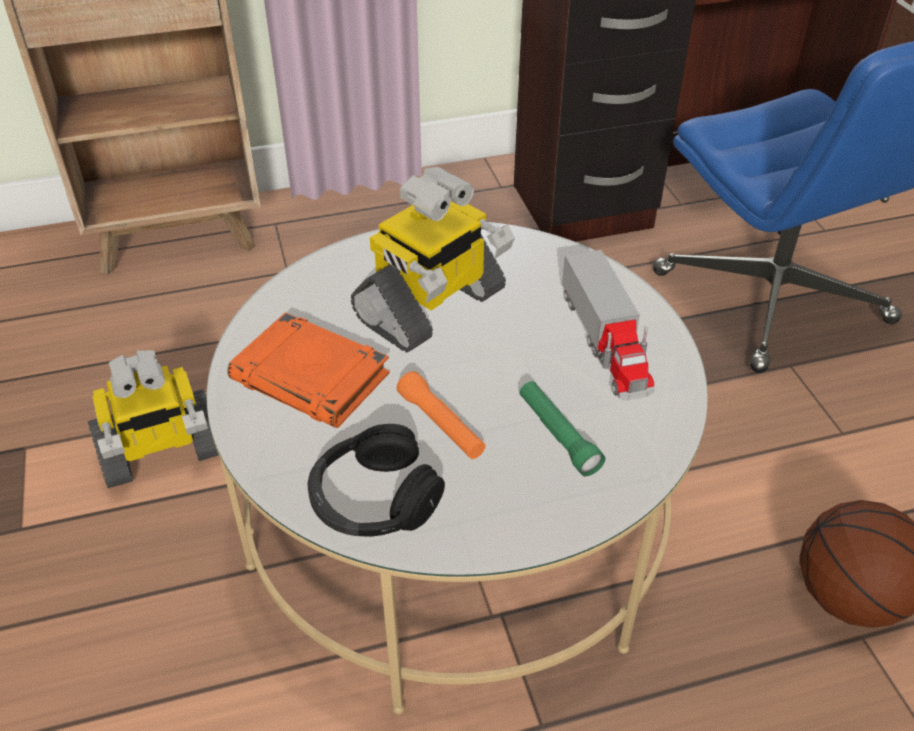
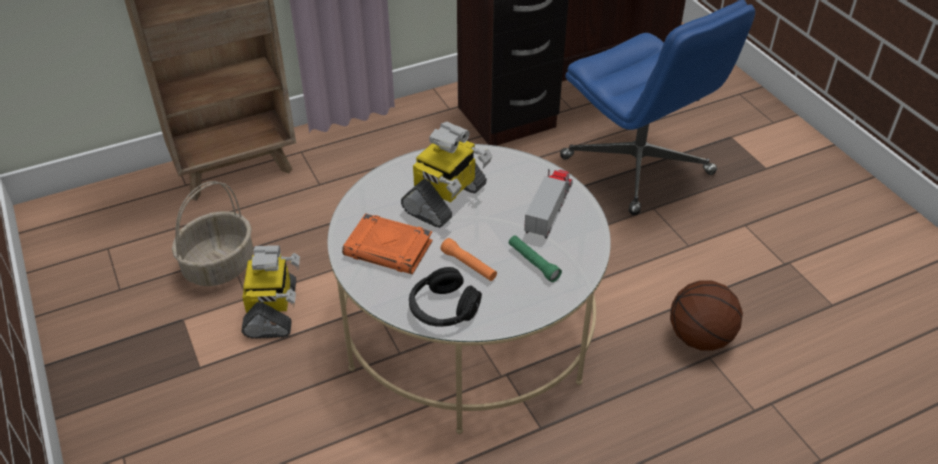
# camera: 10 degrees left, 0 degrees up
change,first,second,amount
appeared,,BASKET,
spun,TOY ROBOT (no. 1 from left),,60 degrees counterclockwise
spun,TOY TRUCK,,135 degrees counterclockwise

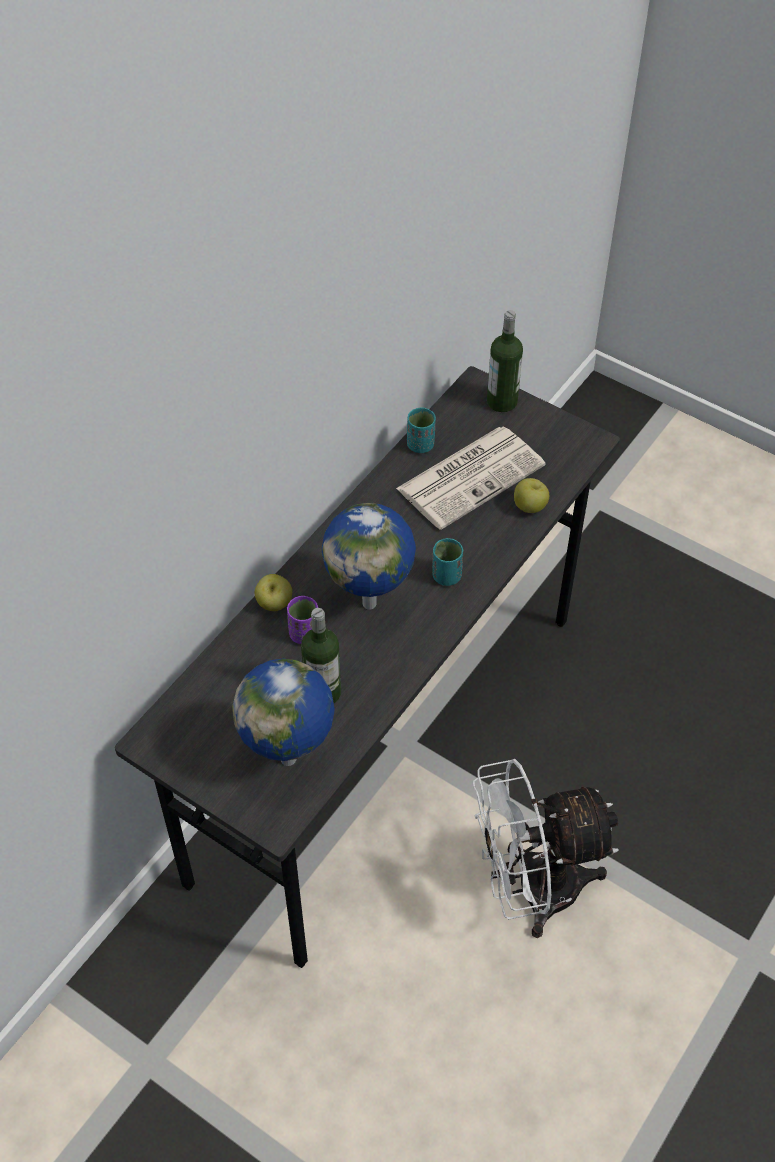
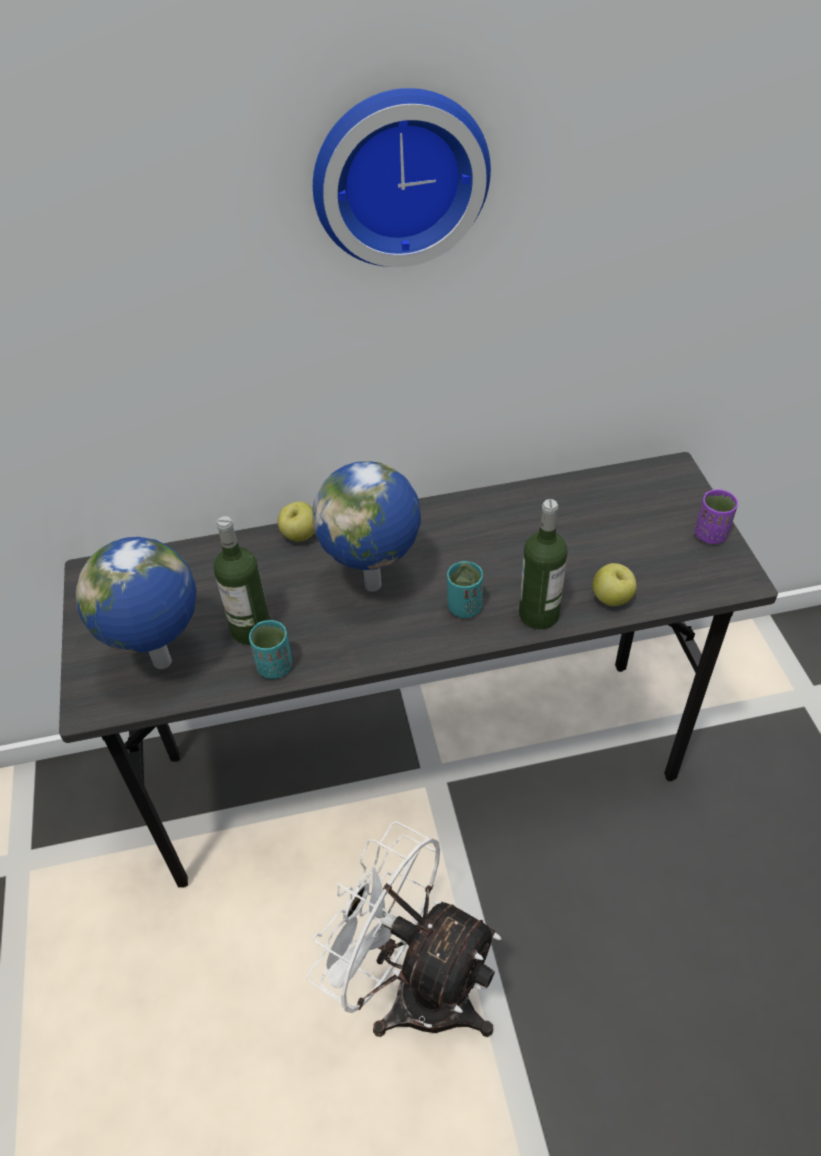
# camera: 45 degrees right, 5 degrees down
change,first,second,amount
relocated,TURQUOISE CUP (no. 1 from left),,
appeared,,WALL CLOCK,
relocated,BOTTLE (no. 2 from left),,
relocated,PURPLE CUP,,
missing,NEWSPAPER,,

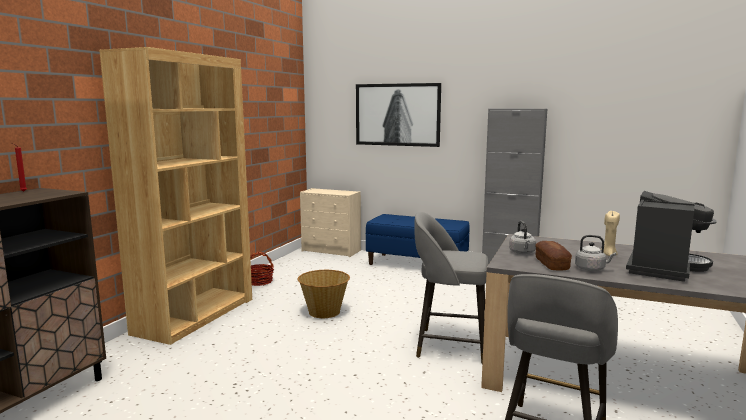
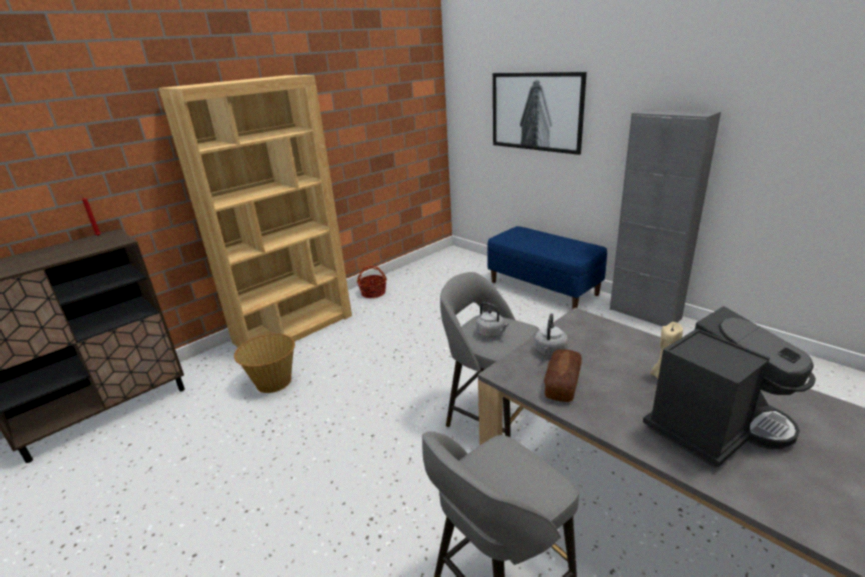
# camera: 25 degrees right, 15 degrees up
change,first,second,amount
relocated,BASKET (no. 2 from left in the first image),BASKET (no. 1 from left),
relocated,GREY KETTLE (no. 2 from left in the first image),GREY KETTLE (no. 1 from left),
missing,BEIGE DRESSER,,

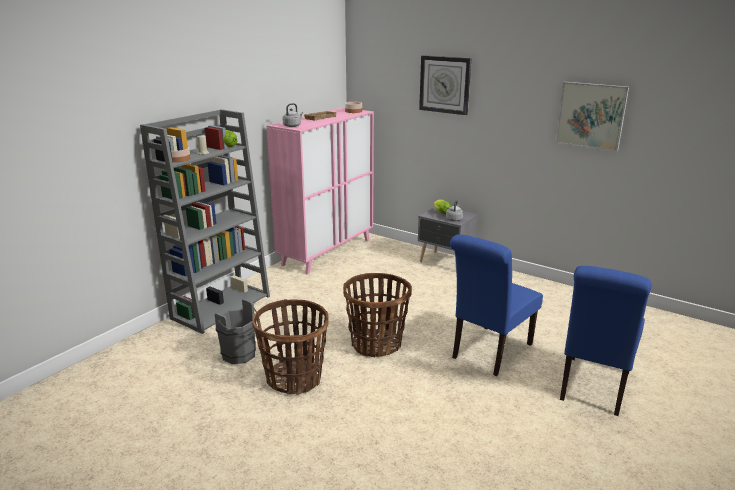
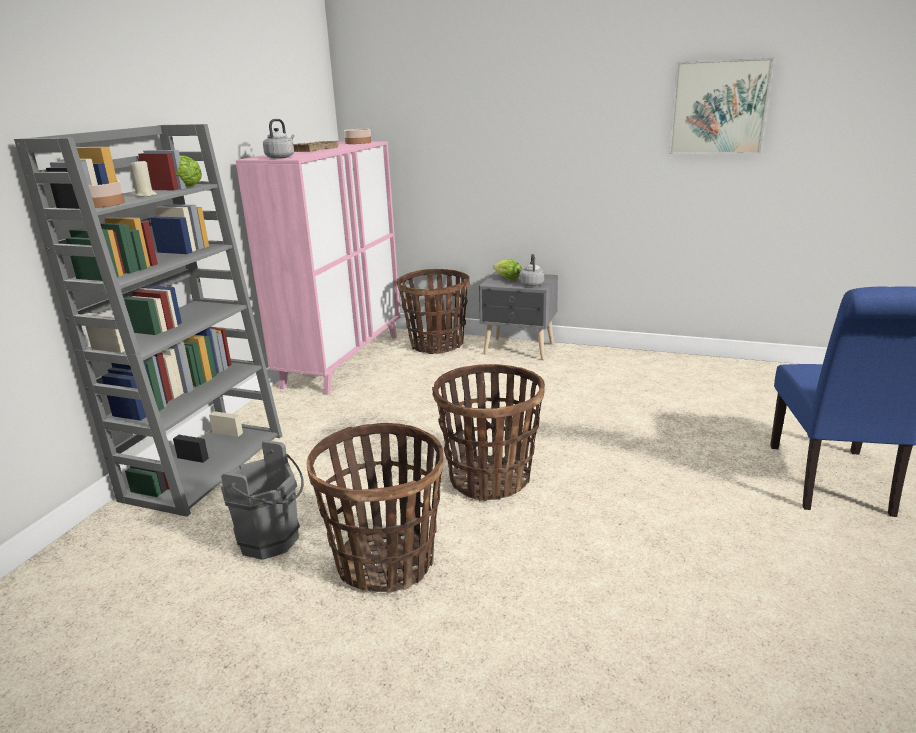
# camera: 15 degrees left, 0 degrees up
change,first,second,amount
appeared,,BASKET (no. 2 from left),
missing,WALL CLOCK,,
missing,BLUE CHAIR (no. 1 from left),,

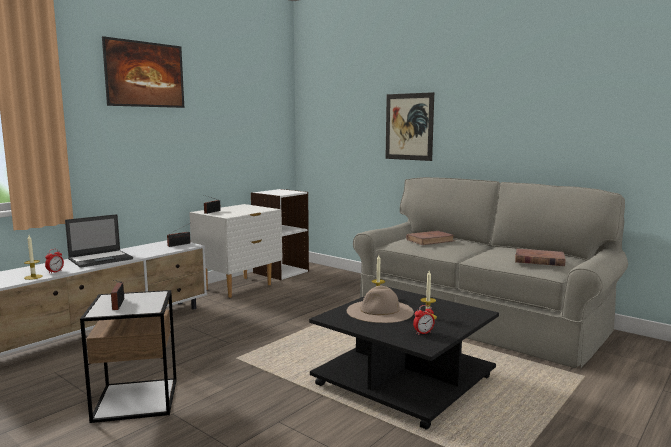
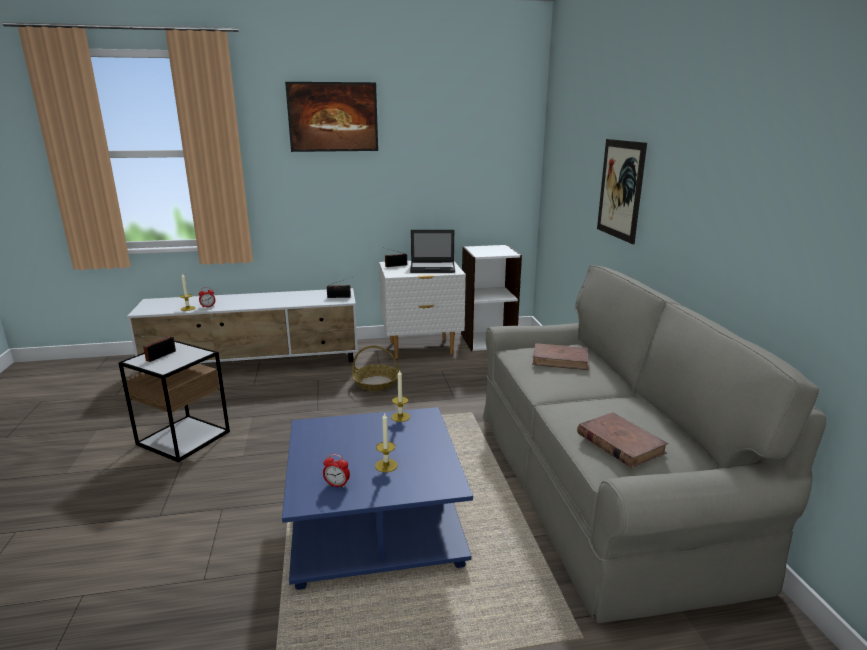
# camera: 40 degrees right, 10 degrees up
change,first,second,amount
colour,BLACK COFFEE TABLE,BLUE COFFEE TABLE,
appeared,,BASKET,
relocated,LAPTOP,,
missing,BEIGE HAT,,

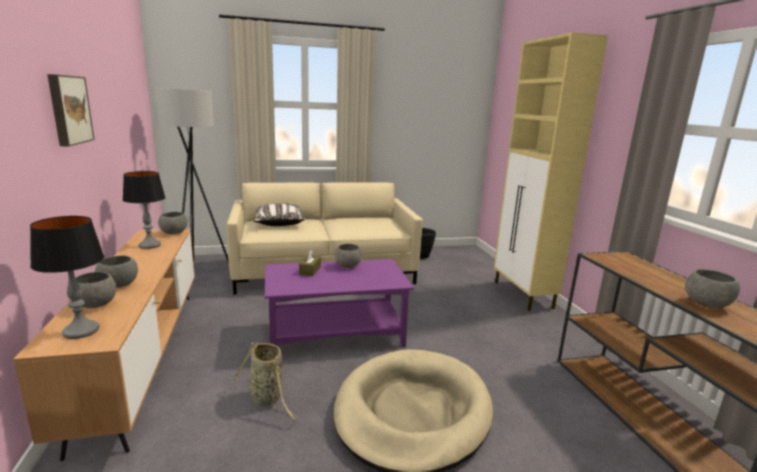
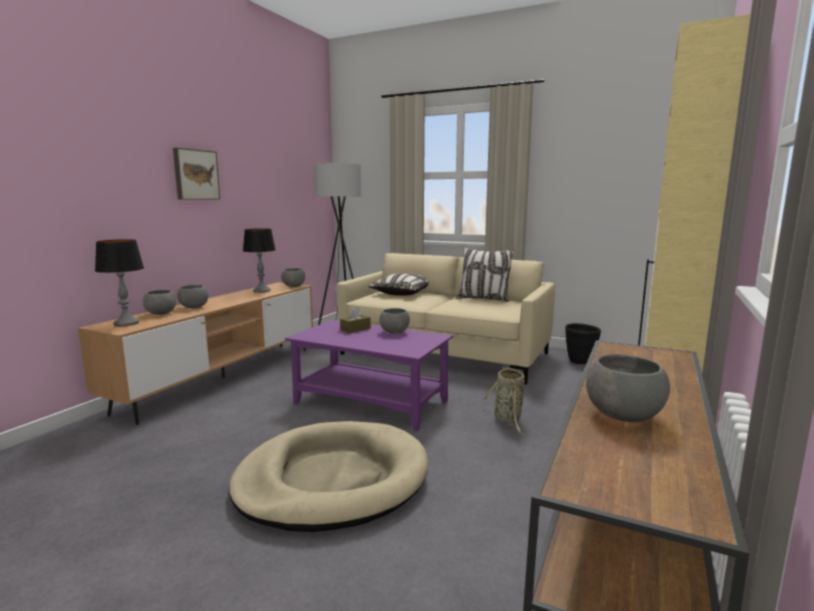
# camera: 40 degrees right, 5 degrees down
change,first,second,amount
appeared,,PILLOW (no. 2 from left),
relocated,BASKET,,

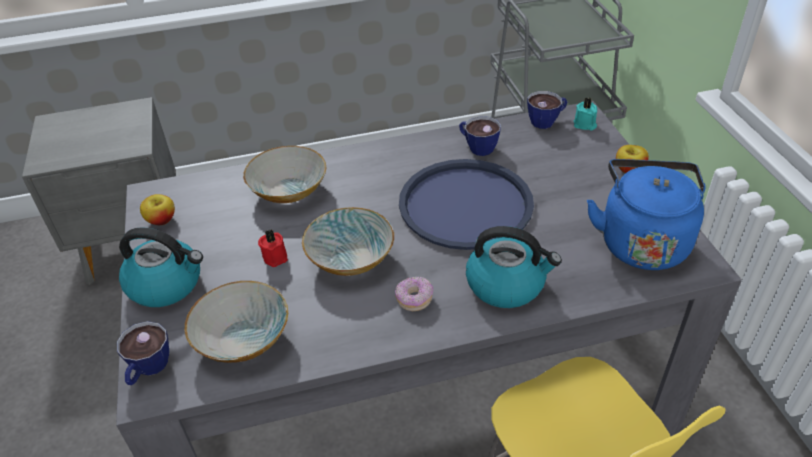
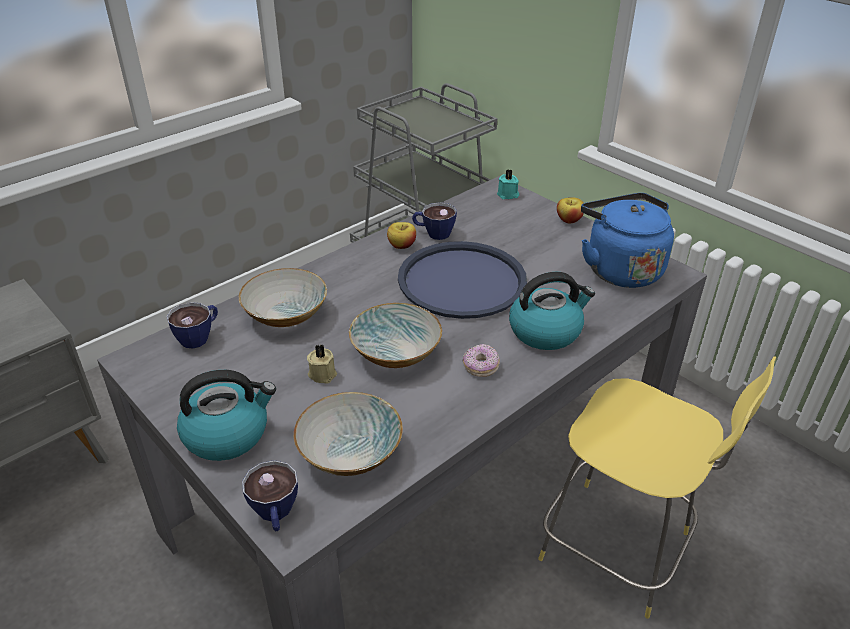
# camera: 30 degrees left, 5 degrees down
change,first,second,amount
relocated,CUP (no. 3 from left in the first image),CUP (no. 1 from left),
colour,RED CANDLE,BEIGE CANDLE,
relocated,APPLE (no. 1 from left),,

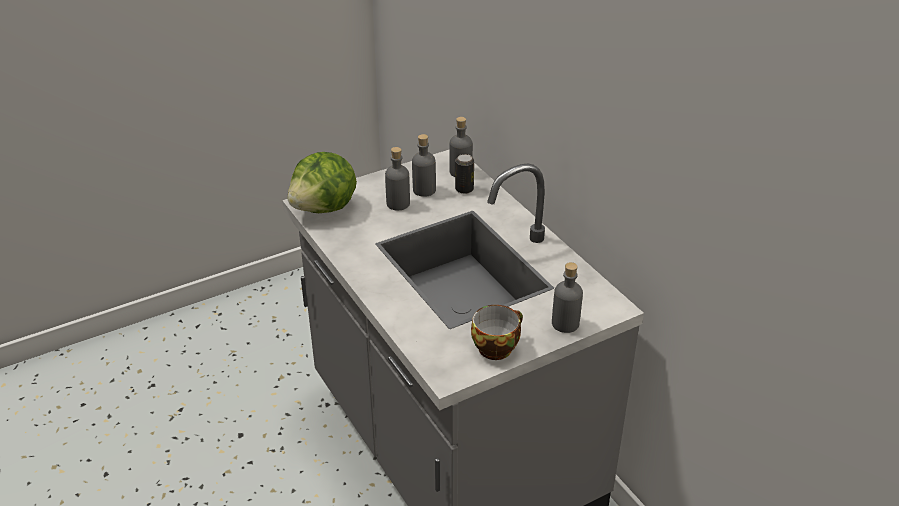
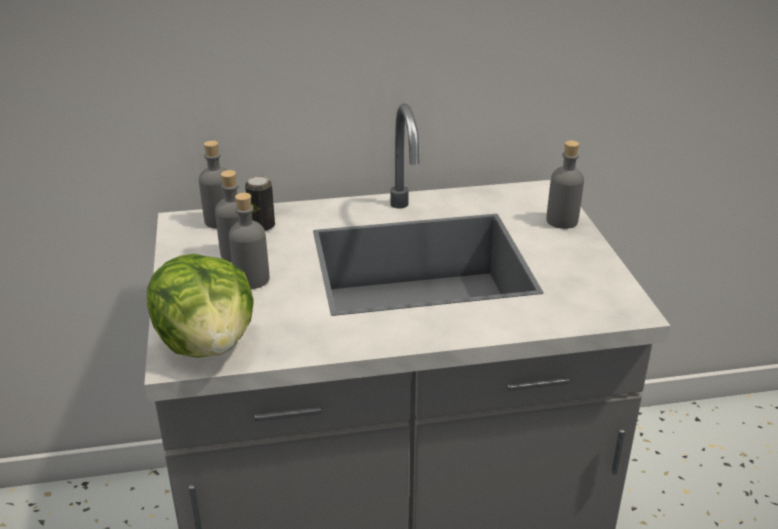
# camera: 70 degrees left, 5 degrees down
change,first,second,amount
missing,CUP,,

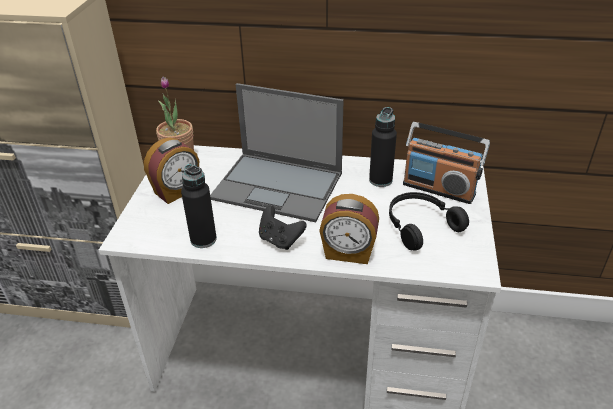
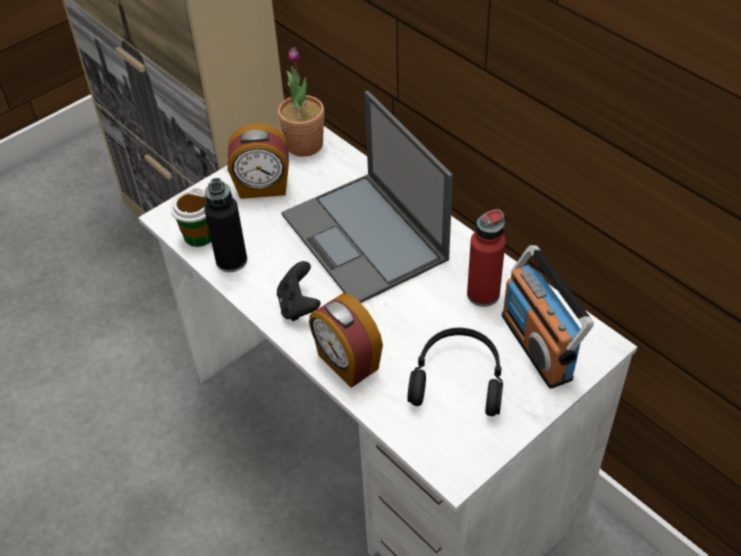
# camera: 40 degrees right, 10 degrees up
change,first,second,amount
appeared,,CUP,
colour,BLACK BOTTLE (no. 2 from left),RED BOTTLE,

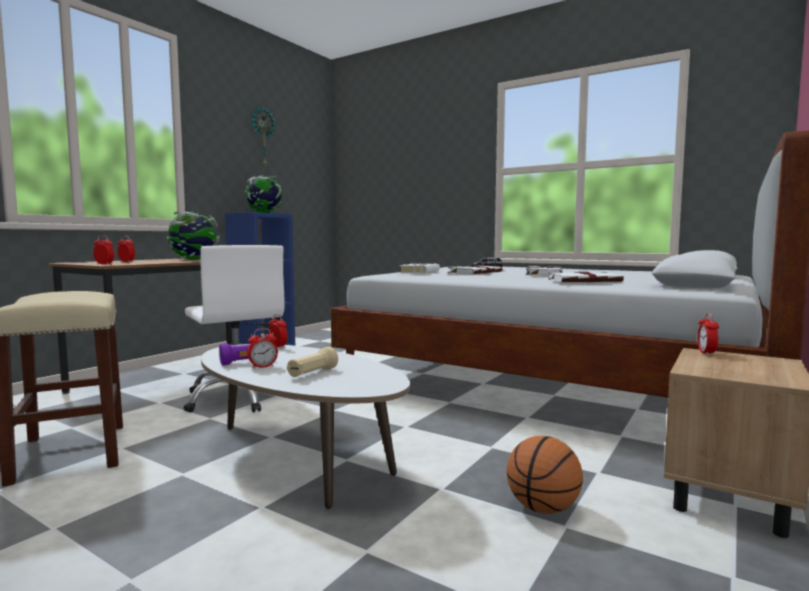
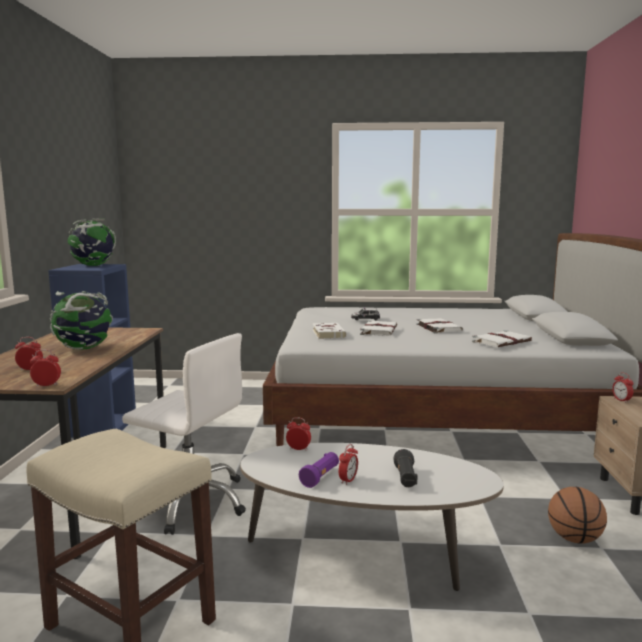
# camera: 30 degrees left, 5 degrees up
change,first,second,amount
colour,BEIGE FLASHLIGHT,BLACK FLASHLIGHT,
missing,WALL CLOCK,,

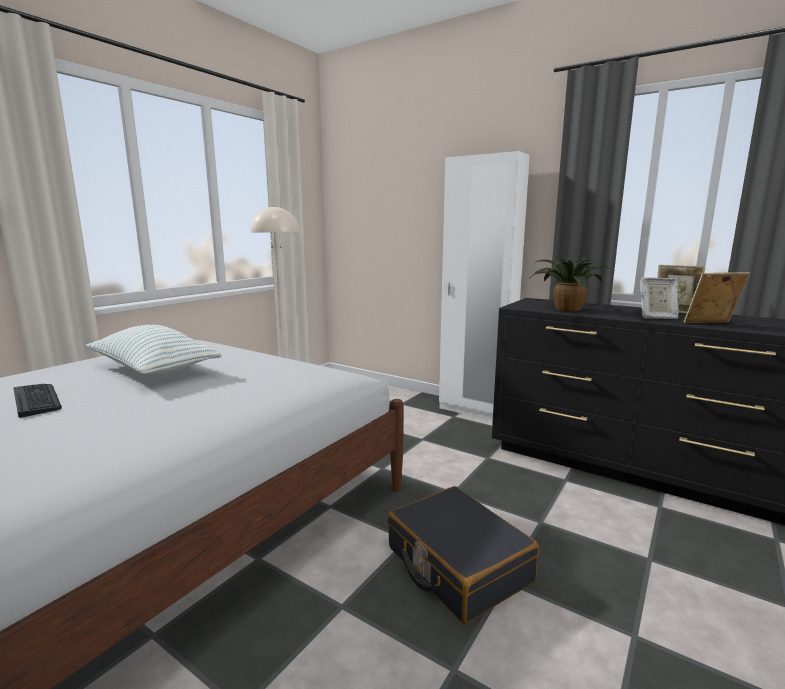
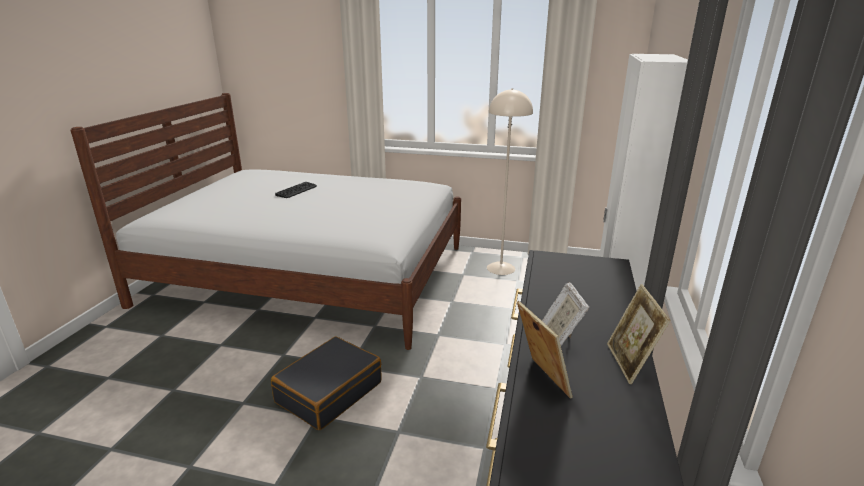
# camera: 70 degrees right, 10 degrees up
change,first,second,amount
missing,PILLOW,,
missing,POTTED PLANT,,

